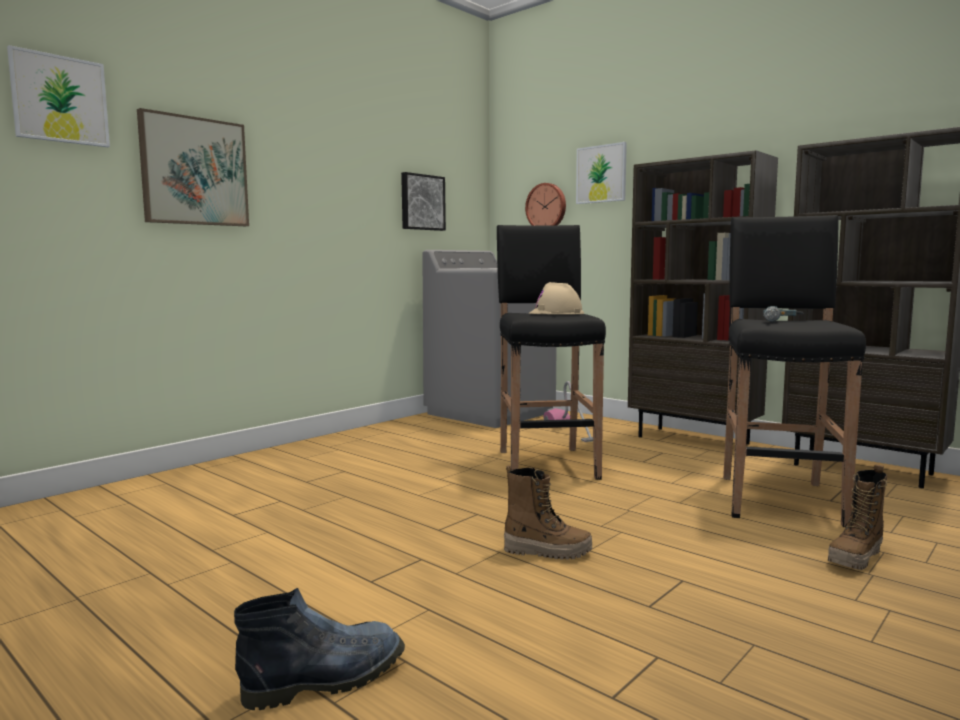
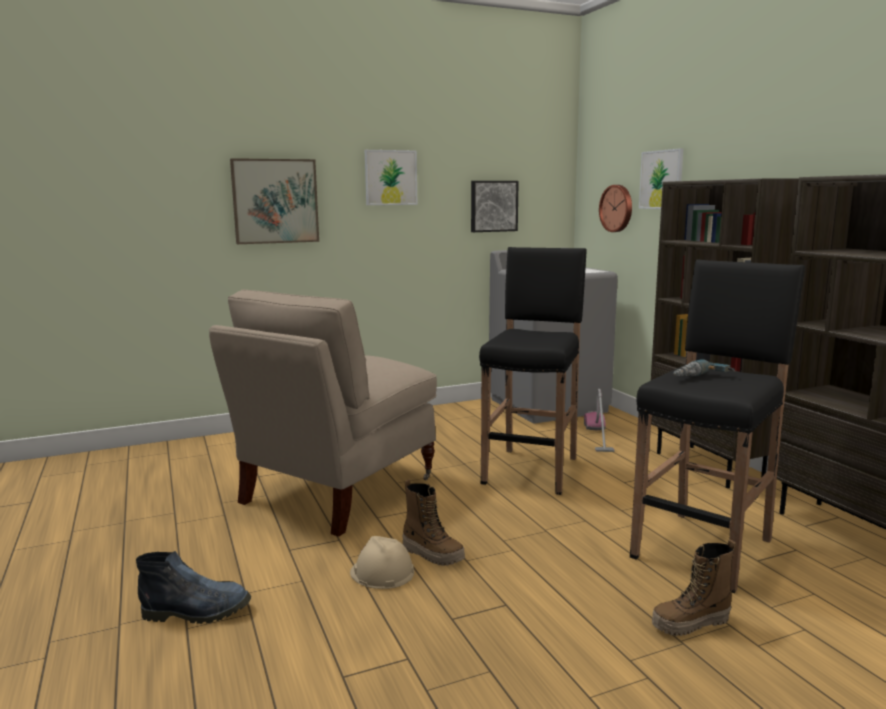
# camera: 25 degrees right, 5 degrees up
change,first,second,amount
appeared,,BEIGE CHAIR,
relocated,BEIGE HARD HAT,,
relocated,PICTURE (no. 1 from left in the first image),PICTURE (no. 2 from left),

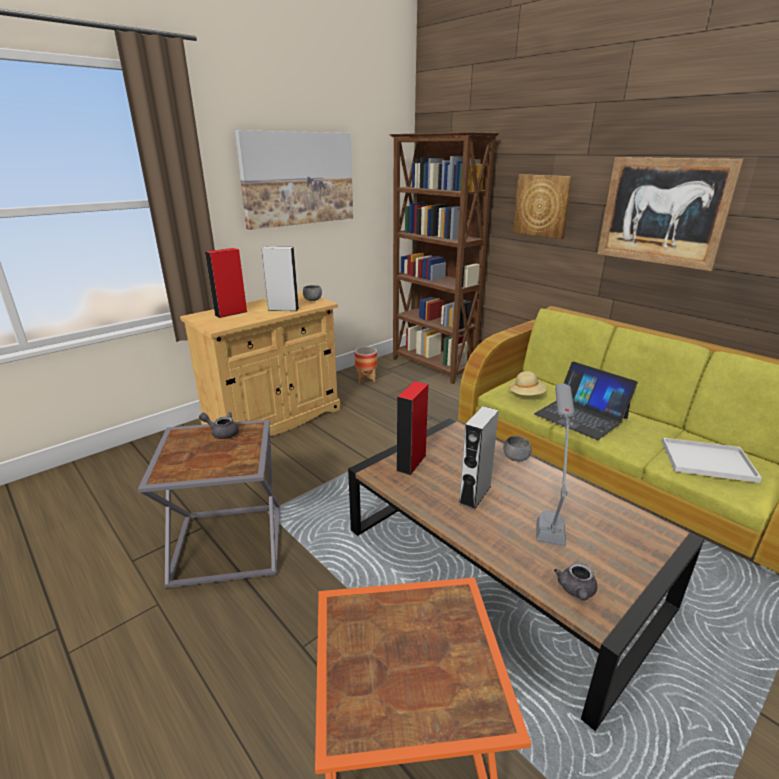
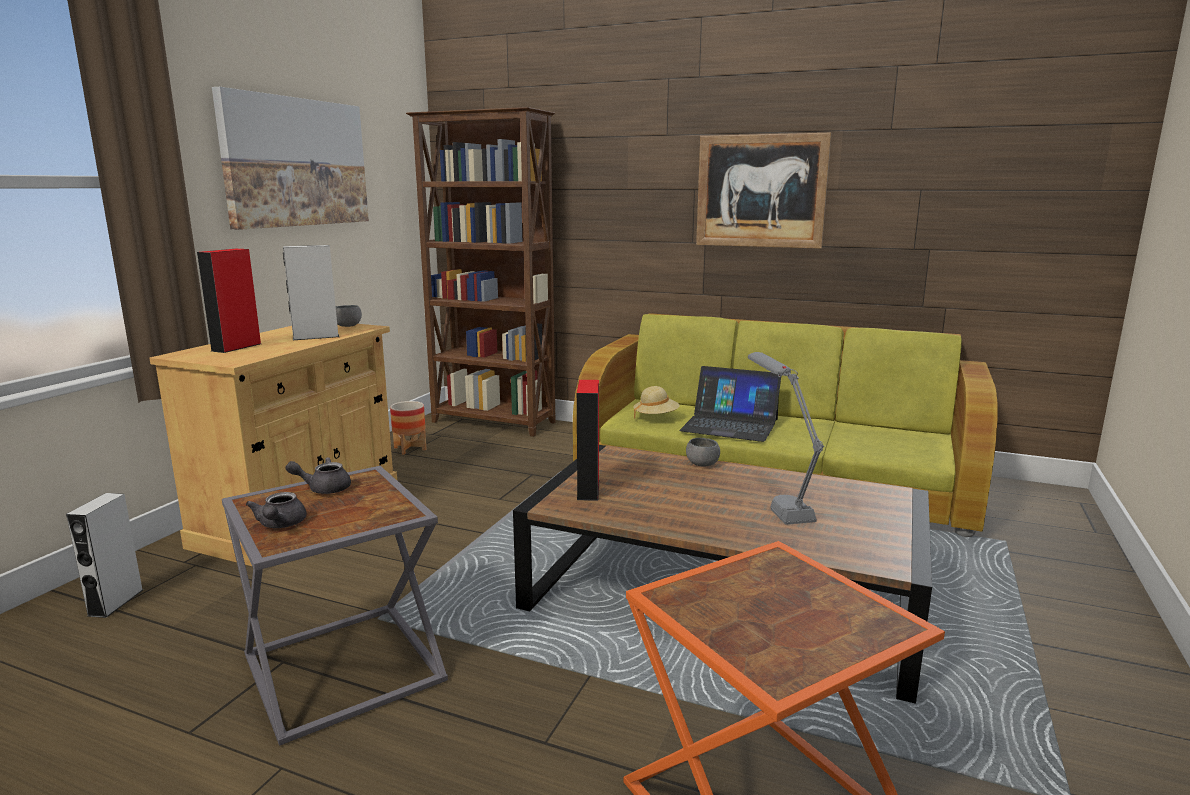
# camera: 25 degrees left, 10 degrees down
change,first,second,amount
relocated,GREY SPEAKER (no. 2 from left in the first image),GREY SPEAKER (no. 1 from left),
relocated,GREY TEAPOT (no. 2 from left in the first image),GREY TEAPOT (no. 1 from left),
missing,PICTURE (no. 2 from left),,
missing,WHITE TRAY,,

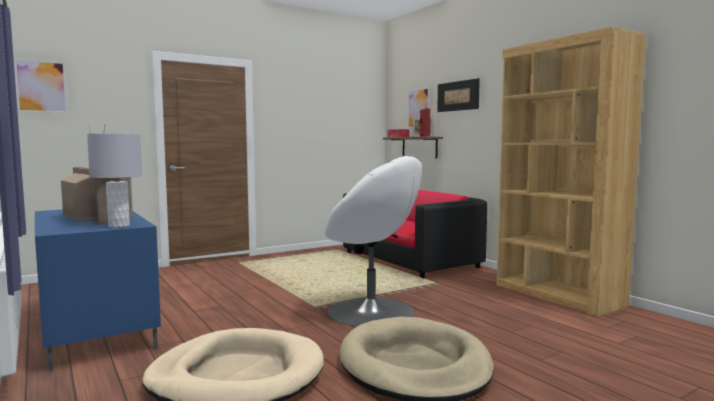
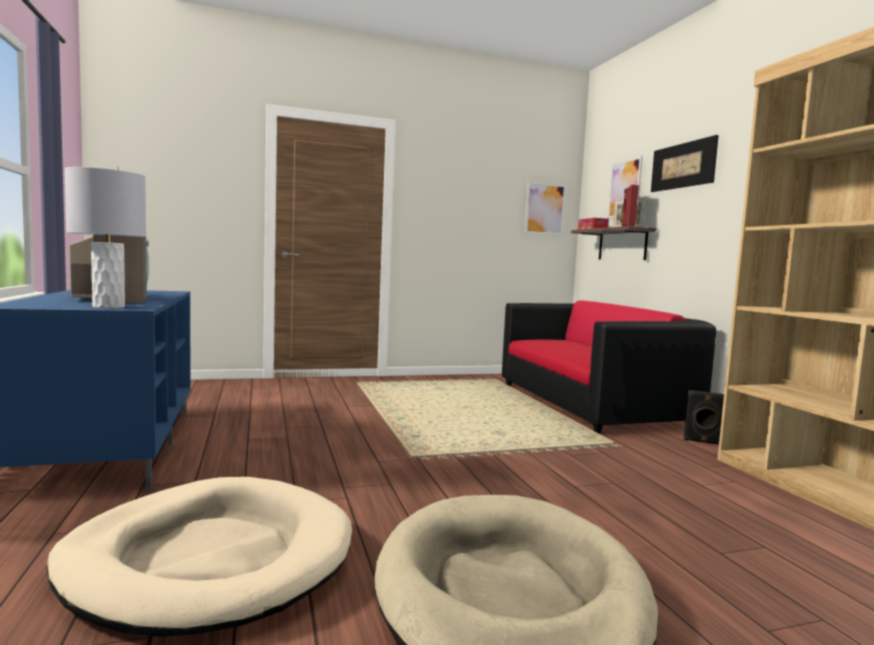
# camera: 15 degrees right, 0 degrees up
change,first,second,amount
relocated,PICTURE (no. 1 from left),,
appeared,,BLACK SPEAKER,
missing,WHITE ARMCHAIR,,

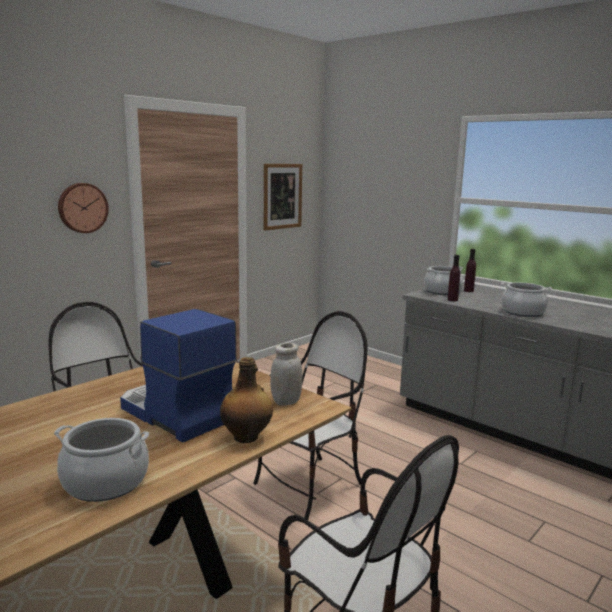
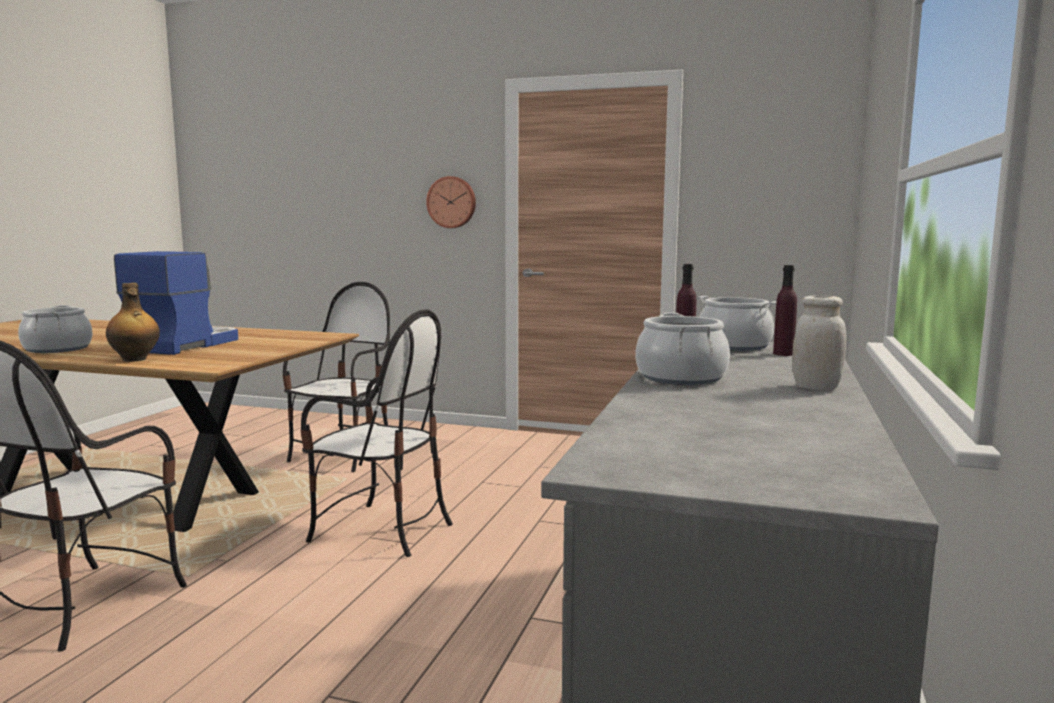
# camera: 65 degrees right, 5 degrees down
change,first,second,amount
relocated,WHITE JAR,,
missing,PICTURE,,

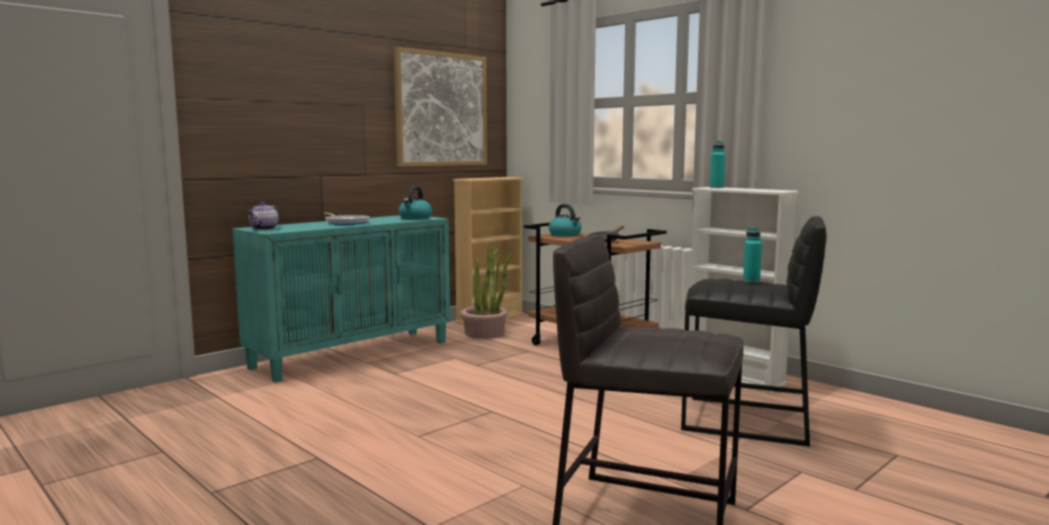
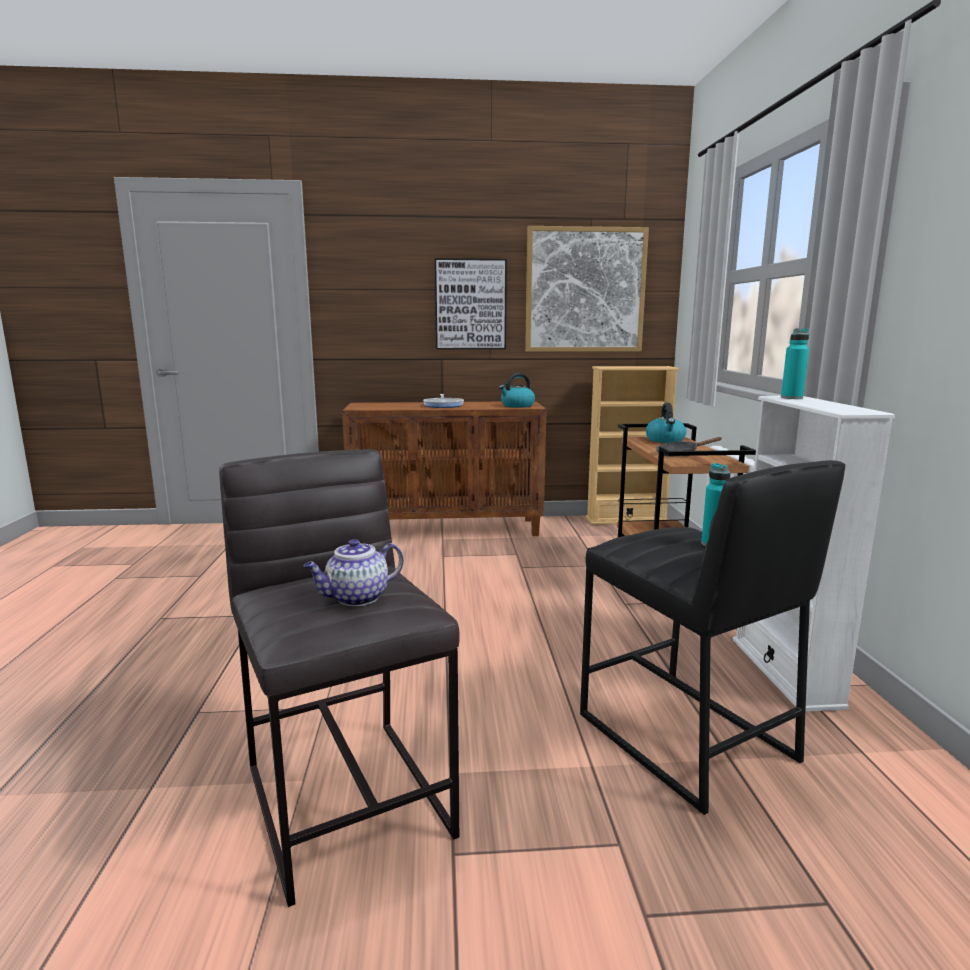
# camera: 40 degrees right, 5 degrees up
change,first,second,amount
relocated,TEAPOT,,
colour,TURQUOISE CABINET,BROWN CABINET,
appeared,,PICTURE (no. 1 from left),
missing,POTTED PLANT,,

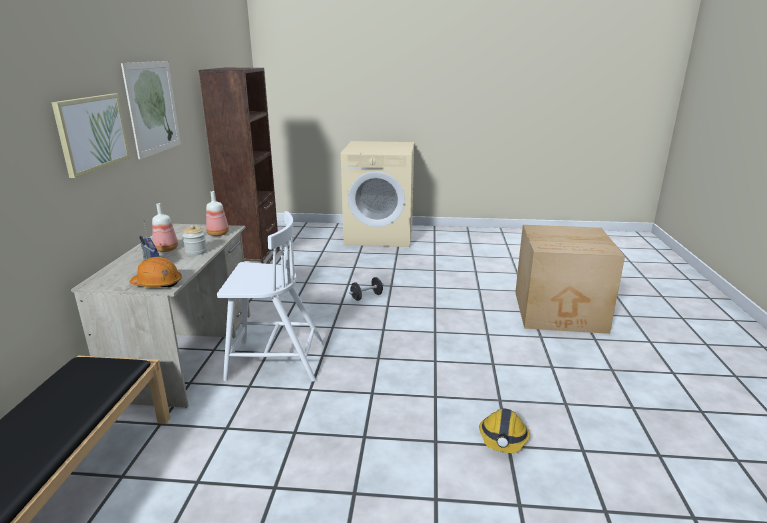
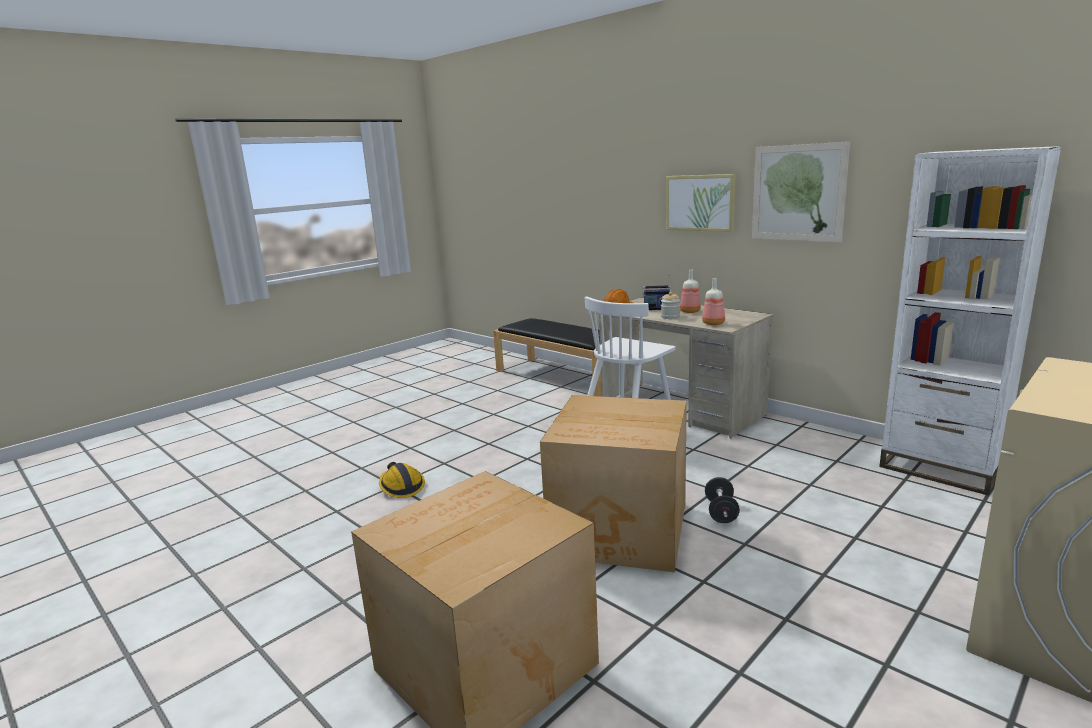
# camera: 130 degrees right, 5 degrees down
change,first,second,amount
appeared,,CARDBOARD BOX (no. 2 from left),
colour,BROWN BOOKCASE,WHITE BOOKCASE,

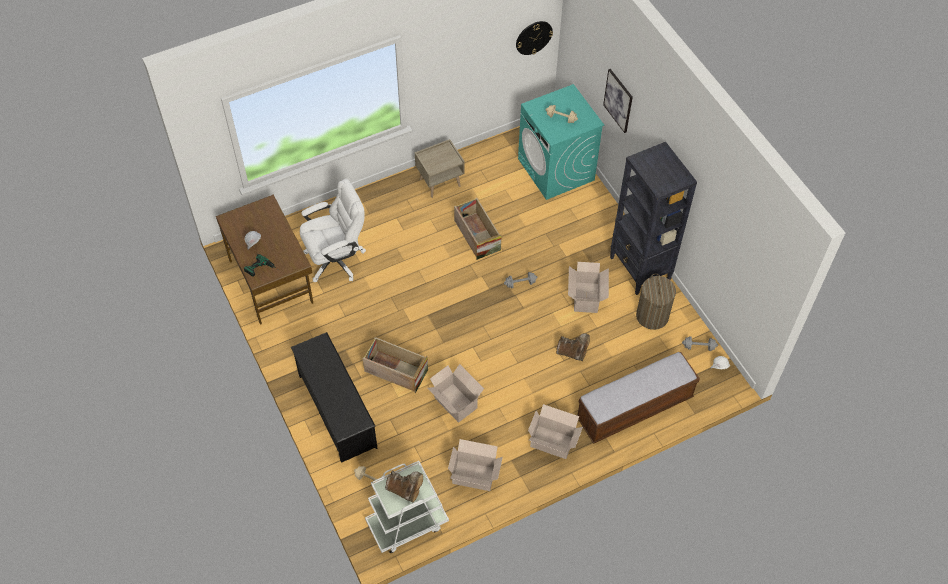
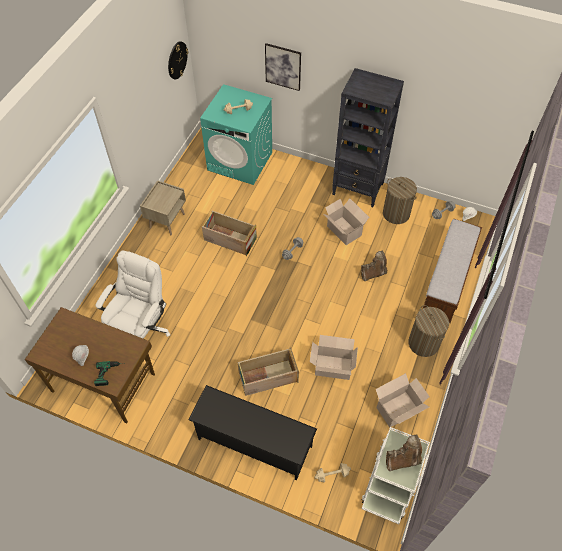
# camera: 40 degrees left, 0 degrees up
change,first,second,amount
exchanged,CARDBOARD BOX (no. 3 from left),LAUNDRY BASKET (no. 2 from left),

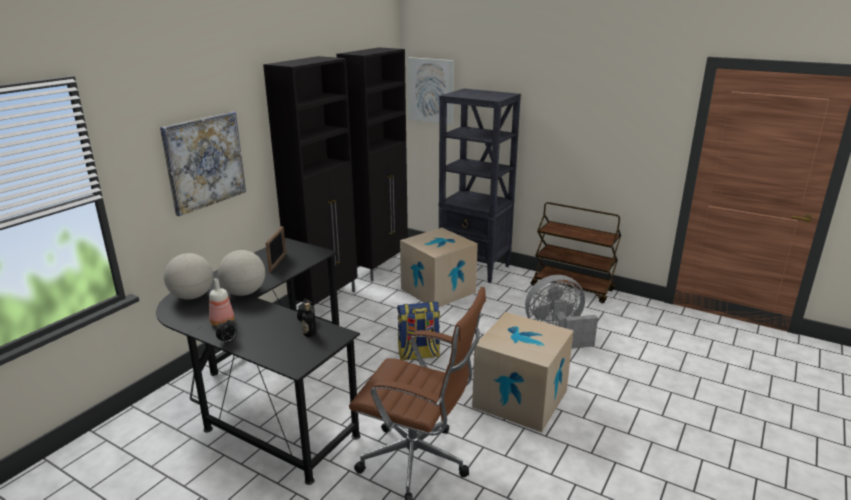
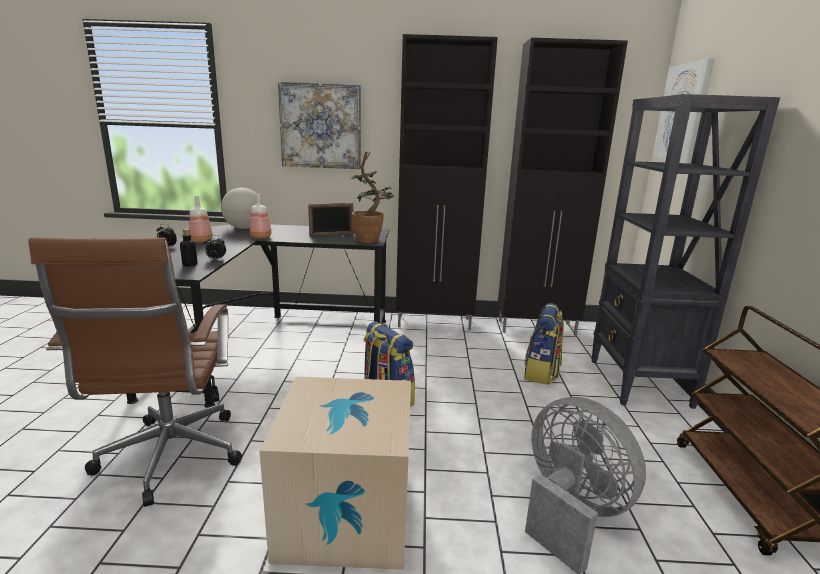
# camera: 60 degrees right, 5 degrees down
change,first,second,amount
exchanged,GLOBE (no. 2 from left),BOTTLE (no. 3 from left),
appeared,,POTTED PLANT,
exchanged,CARDBOARD BOX (no. 1 from left),BACKPACK (no. 2 from left),

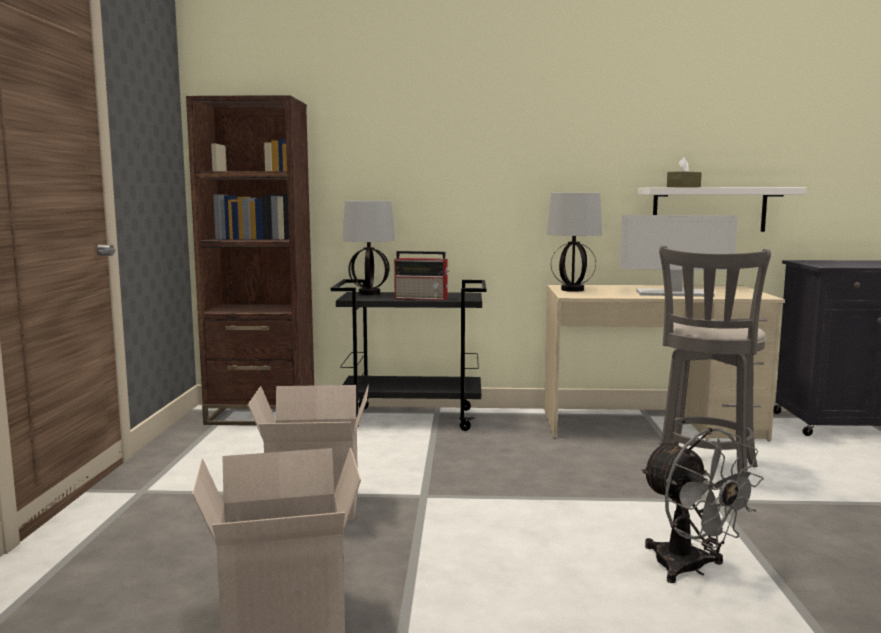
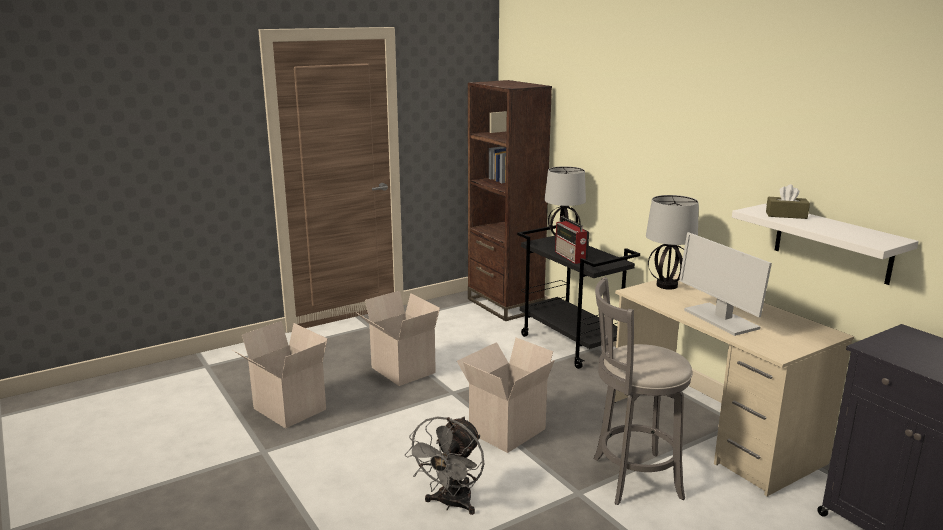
# camera: 55 degrees right, 10 degrees up
change,first,second,amount
appeared,,CARDBOARD BOX (no. 3 from left),

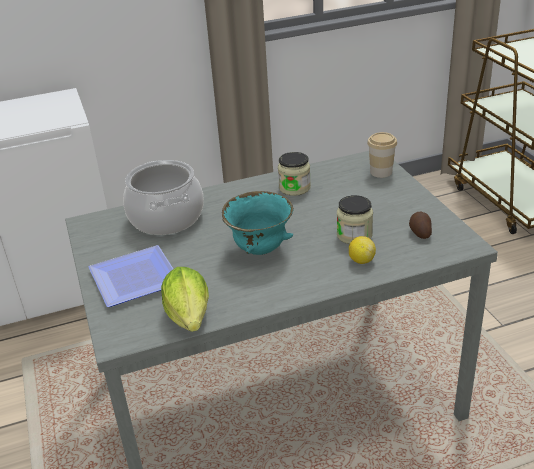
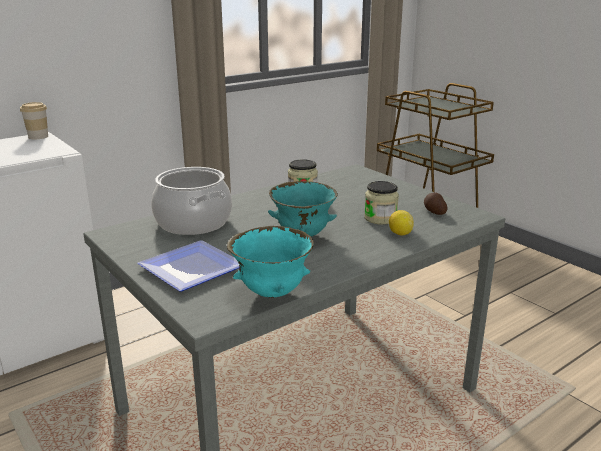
# camera: 20 degrees left, 10 degrees down
change,first,second,amount
relocated,CUP,,
exchanged,LETTUCE,TURQUOISE BOWL (no. 1 from left),

